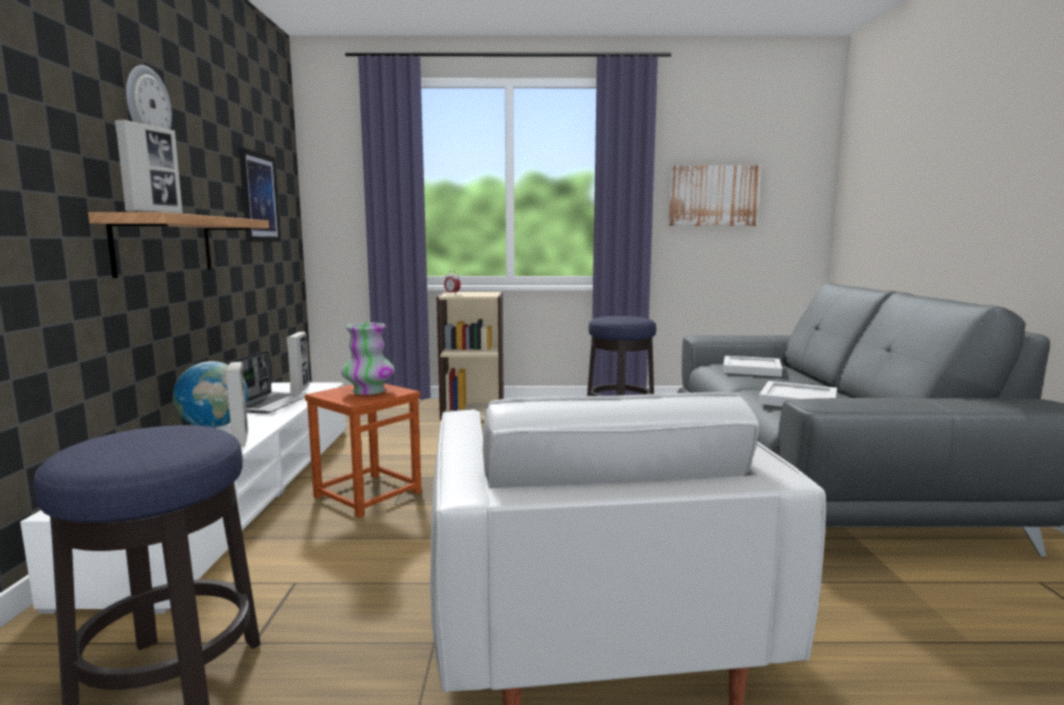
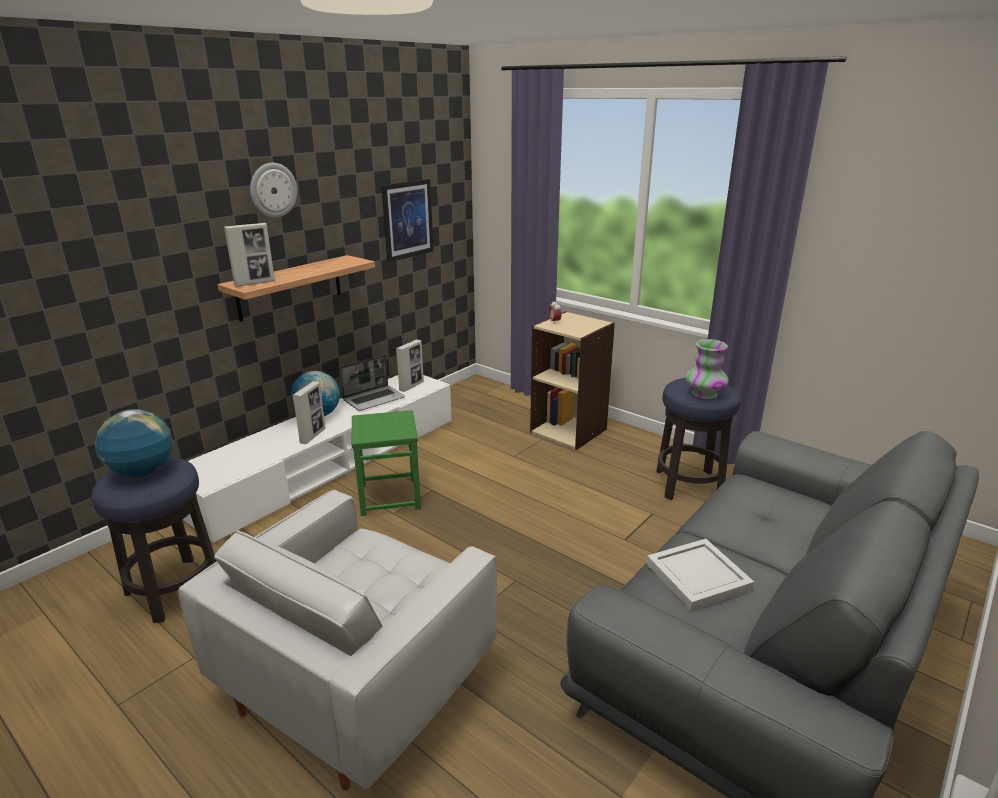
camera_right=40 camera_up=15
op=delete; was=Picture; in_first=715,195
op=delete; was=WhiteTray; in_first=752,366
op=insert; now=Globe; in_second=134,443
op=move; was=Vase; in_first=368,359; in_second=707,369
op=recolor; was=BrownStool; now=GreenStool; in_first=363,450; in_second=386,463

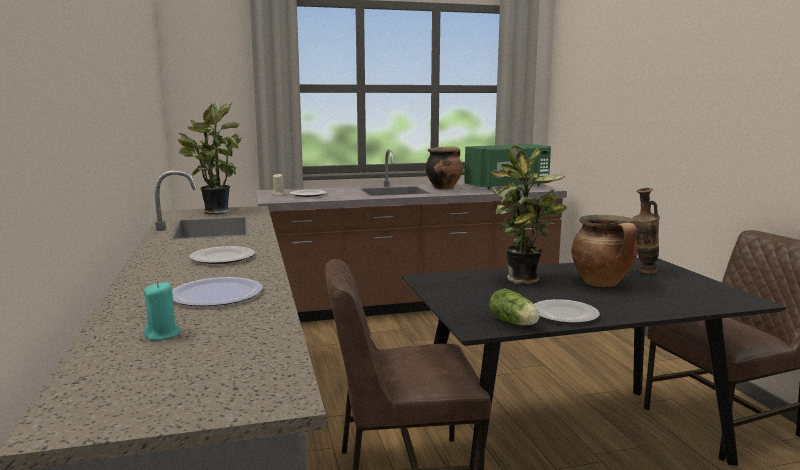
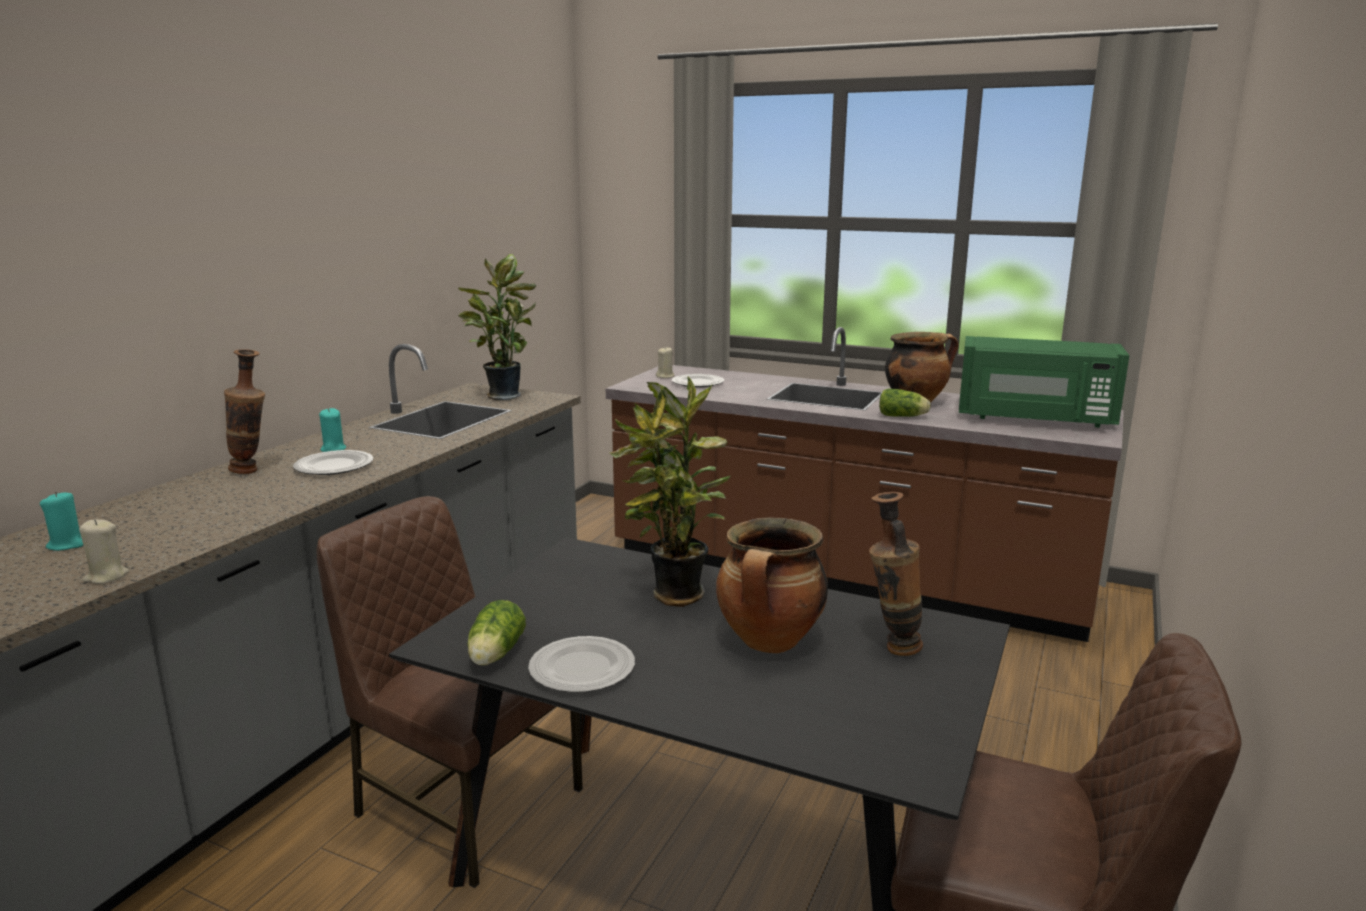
camera_right=40 camera_up=5
op=delete; was=Plate; in_first=217,291
op=insert; now=BeigeCandle; in_second=104,551
op=insert; now=Vase; in_second=244,411
op=insert; now=TurquoiseCandle; in_second=332,430
op=insert; now=Lettuce; in_second=905,402

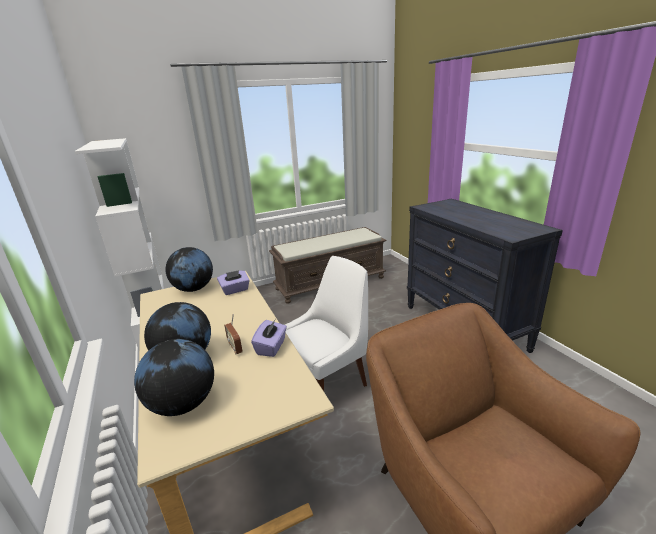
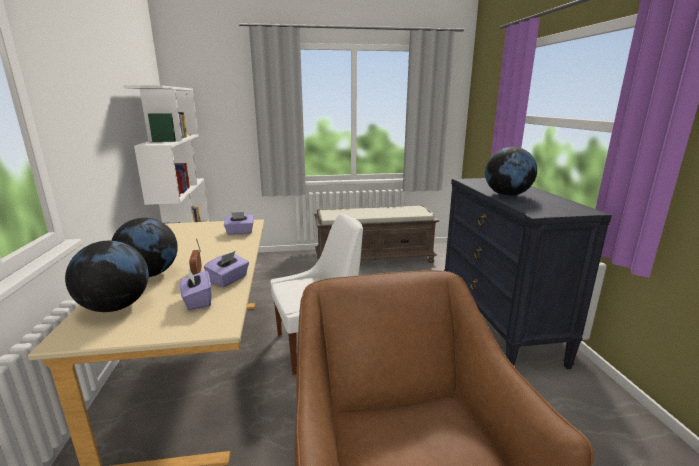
camera_right=15 camera_up=-5
op=insert; now=PurpleTissueBox; in_second=195,289
op=move; was=Globe; in_first=189,269; in_second=511,171

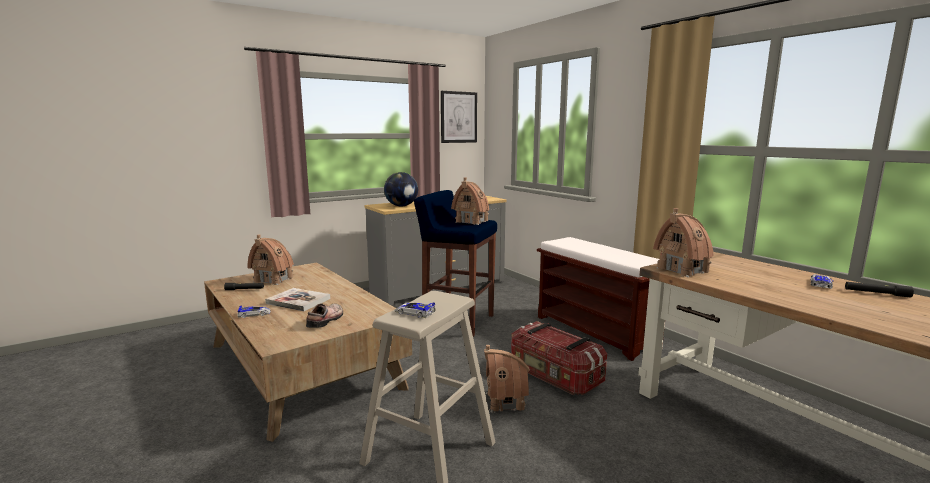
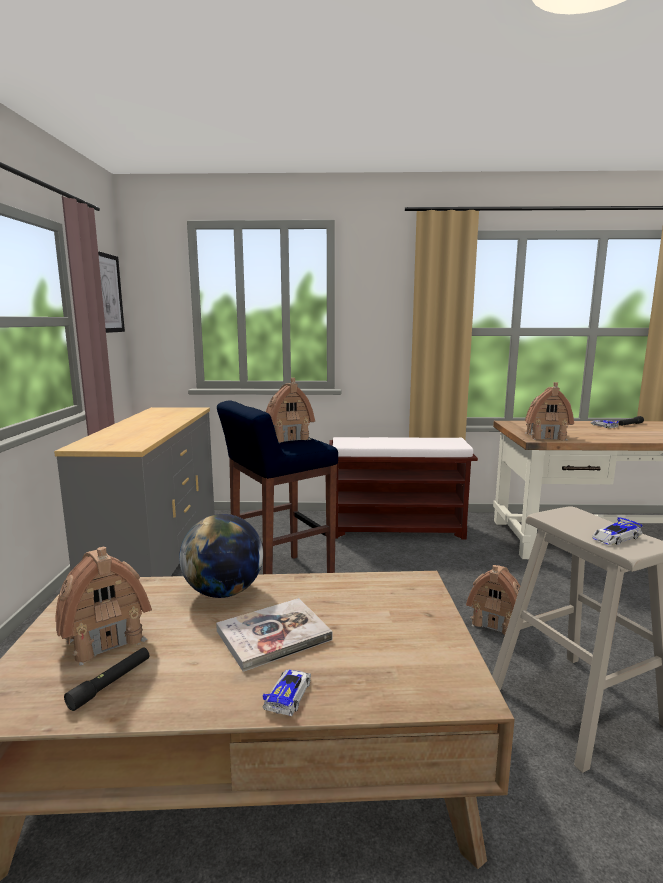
camera_right=-55 camera_up=0
op=delete; was=Shoe; in_first=324,315
op=delete; was=StorageBox; in_first=559,358
op=move; was=Globe; in_first=401,189; in_second=221,556

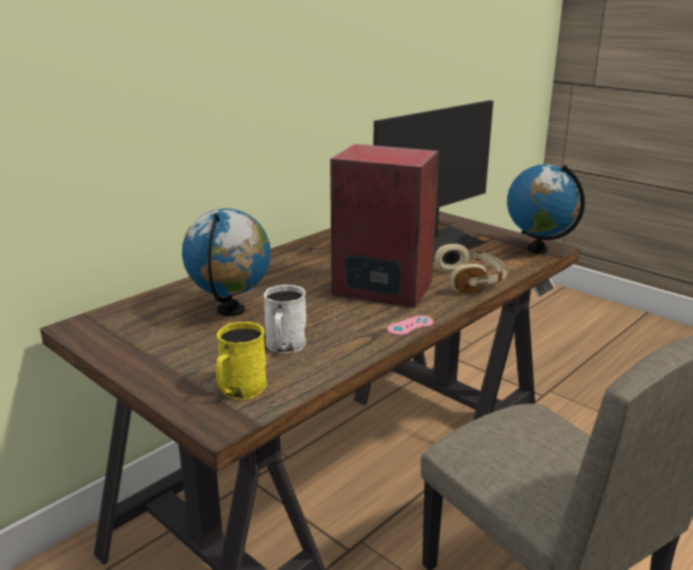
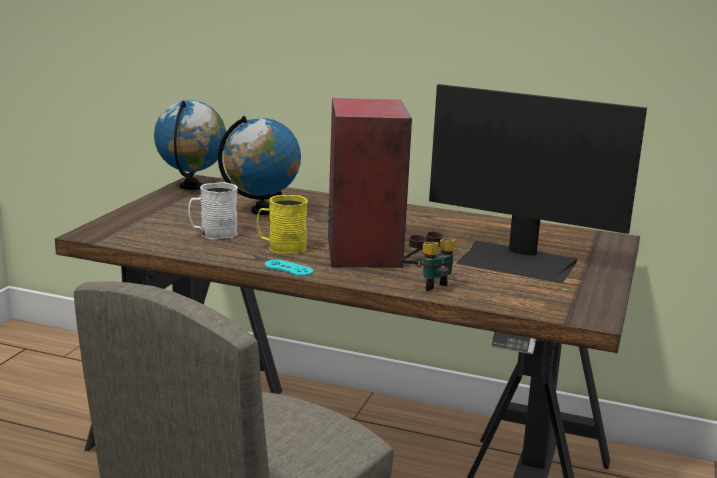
camera_right=65 camera_up=-5
op=move; was=YellowMug; in_first=241,360; in_second=282,224
op=move; was=Globe; in_first=546,209; in_second=190,145
op=replace; was=BeigeHeadphones; now=Binoculars; in_first=470,269; in_second=428,261
op=recolor; was=PinkGameController; now=TurquoiseGameController; in_first=410,325; in_second=289,268

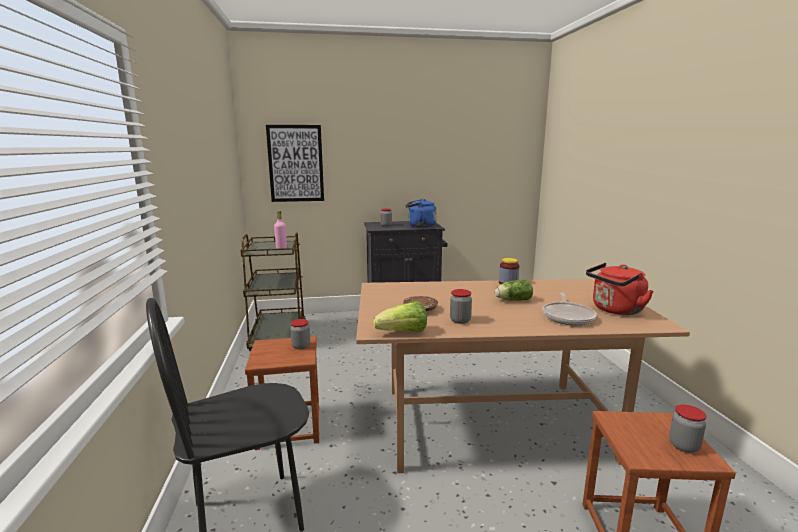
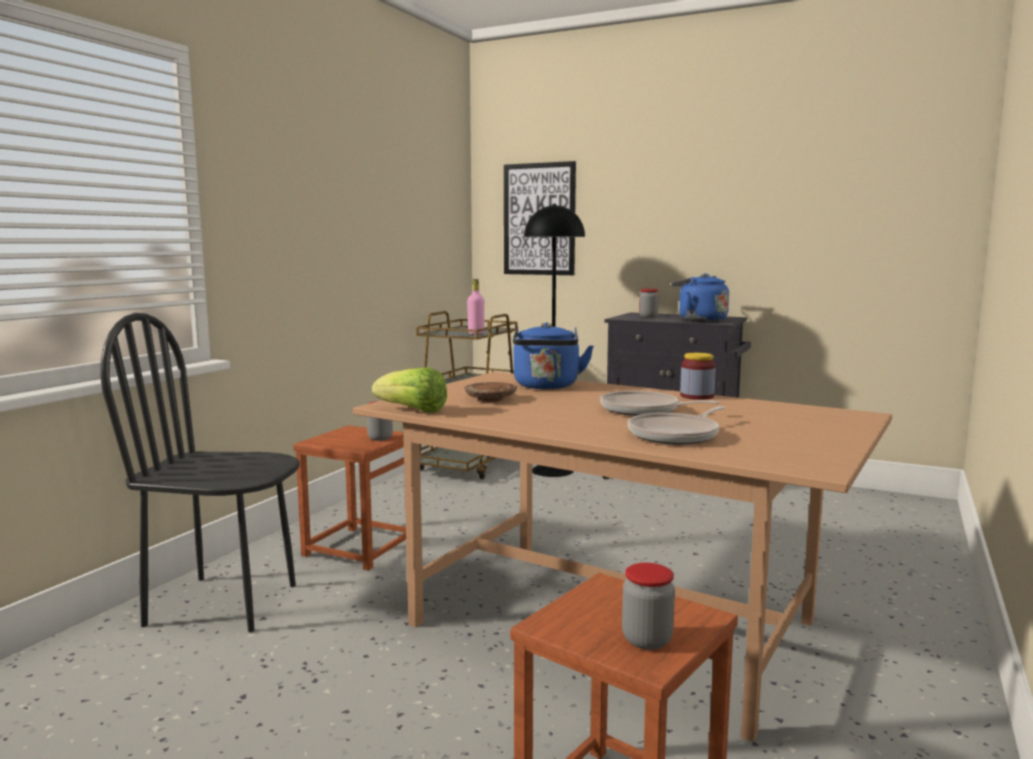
camera_right=35 camera_up=-5
op=delete; was=Jar; in_first=461,306
op=delete; was=RedKettle; in_first=620,289
op=insert; now=BlueKettle; in_second=553,355
op=insert; now=BlackFloorLamp; in_second=554,340
op=replace; was=Lettuce; now=FryingPan; in_first=514,290; in_second=660,403

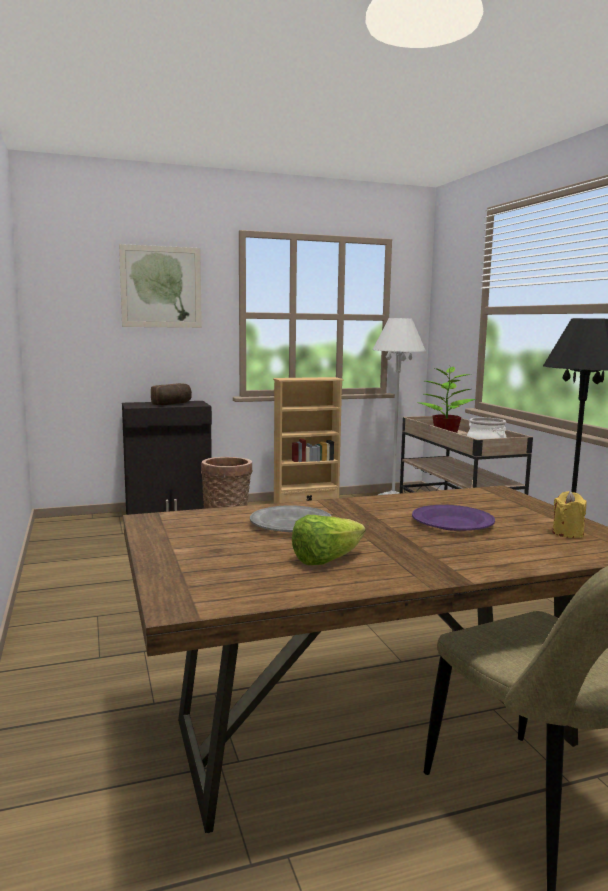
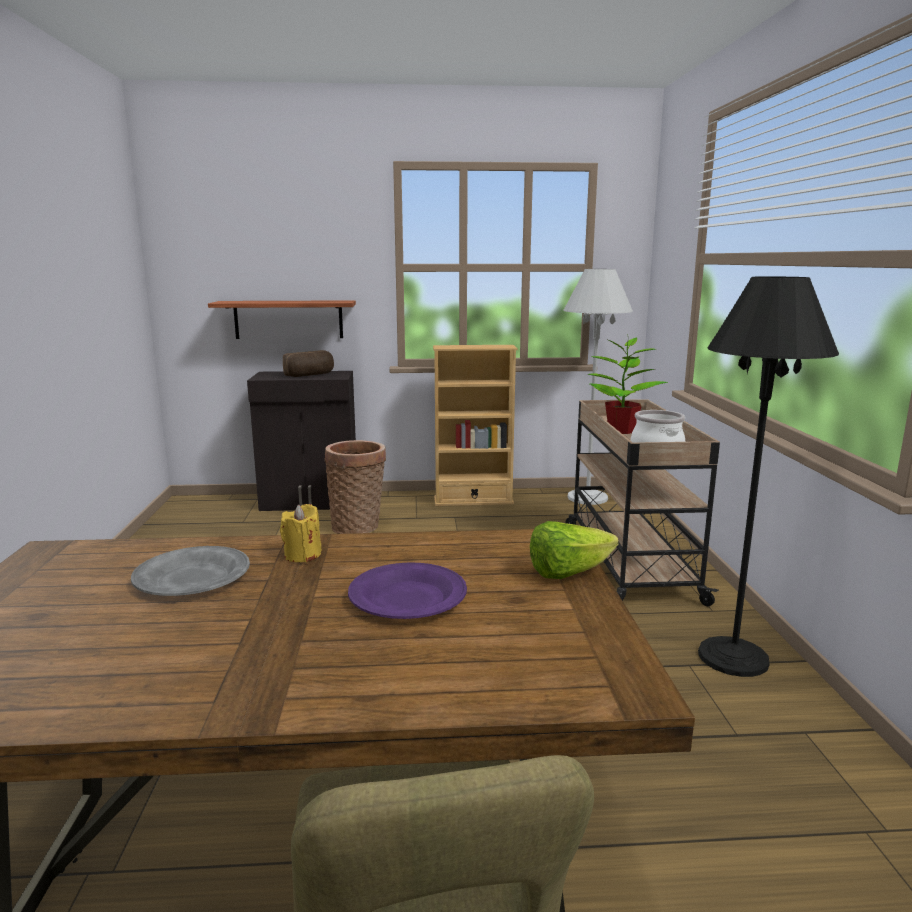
camera_right=15 camera_up=5
op=delete; was=Picture; in_first=160,286
op=insert; now=Shelf; in_second=282,319
op=move; was=Lettuce; in_first=329,540; in_second=574,550
op=move; was=YellowCandle; in_first=569,514; in_second=301,533

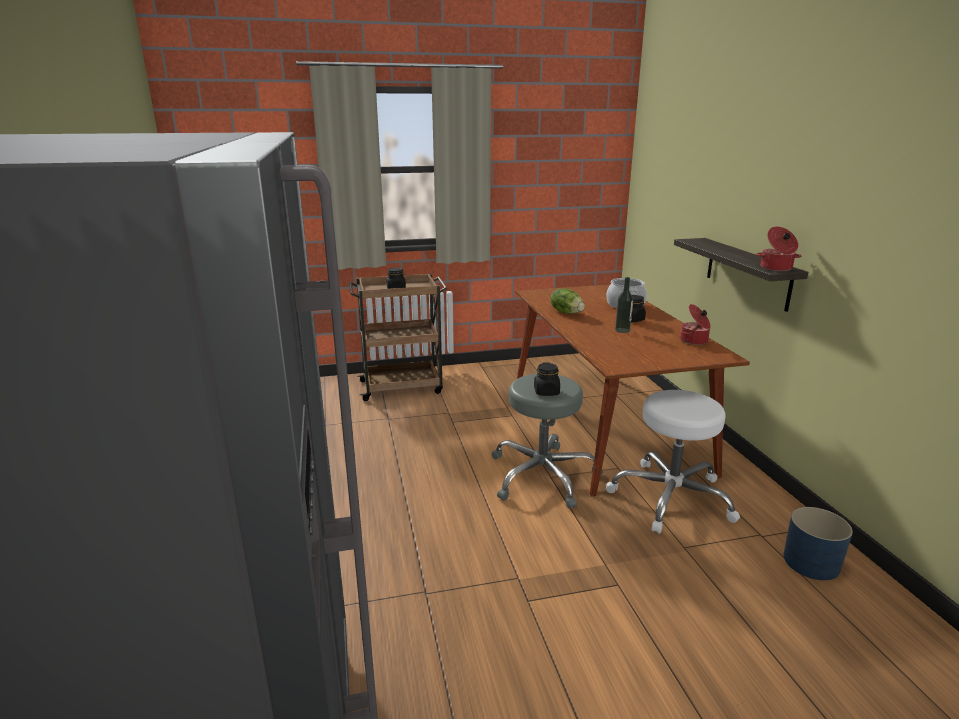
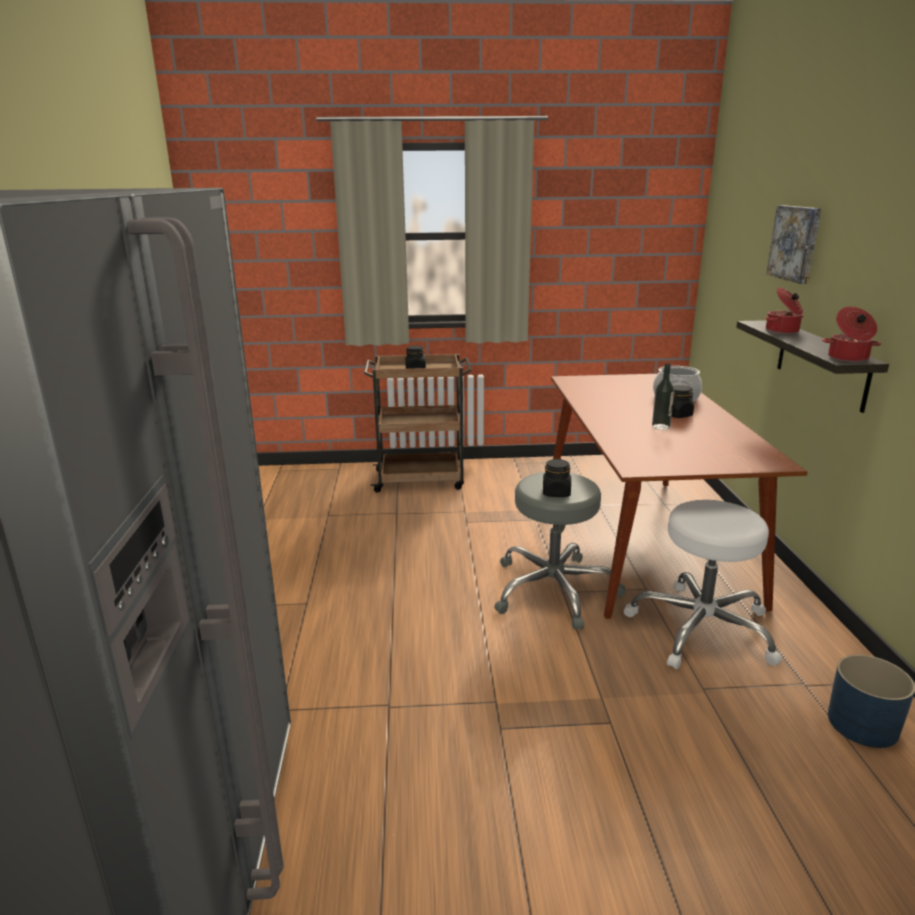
camera_right=10 camera_up=0
op=delete; was=Lettuce; in_first=568,301
op=insert; now=Picture; in_second=793,244
op=move; was=CookingPot; in_first=695,324; in_second=785,310

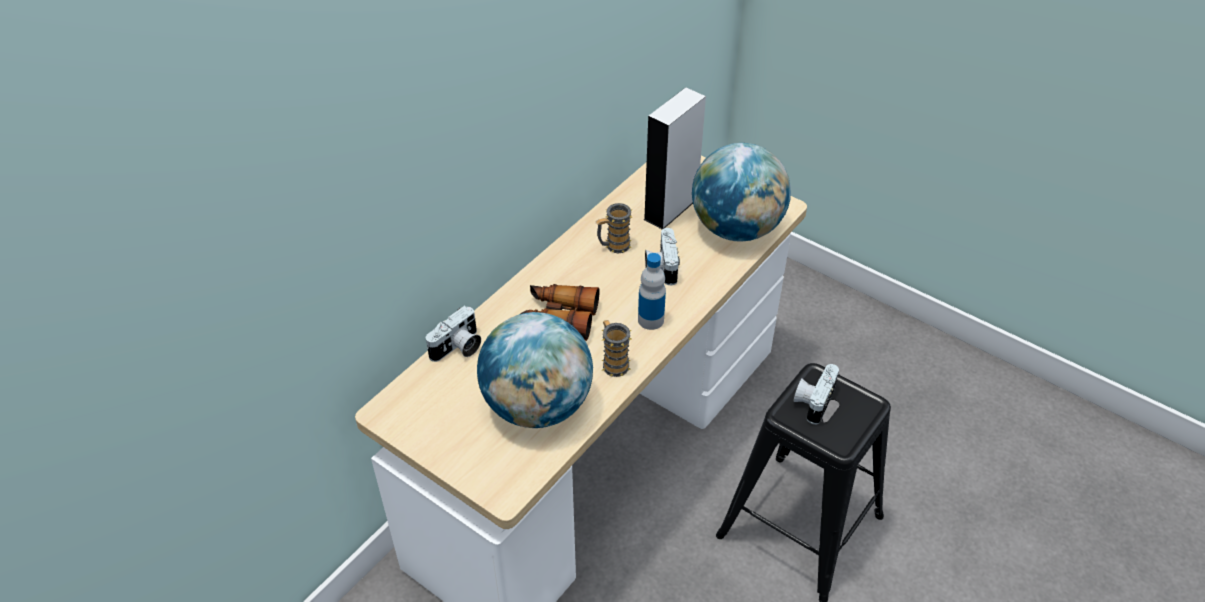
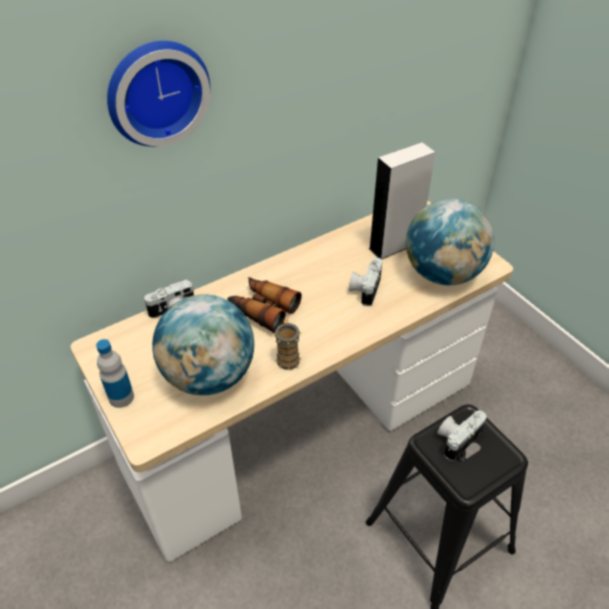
camera_right=20 camera_up=0
op=delete; was=Mug; in_first=614,228
op=insert; now=WallClock; in_second=158,94
op=move; was=Bottle; in_first=652,291; in_second=115,373

